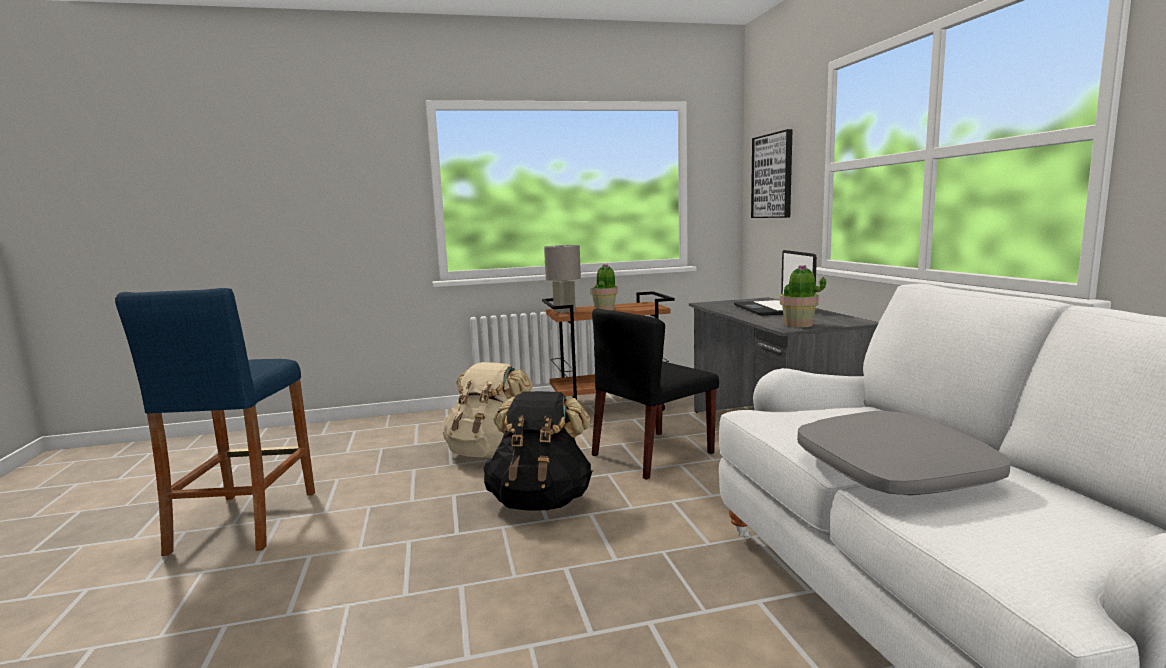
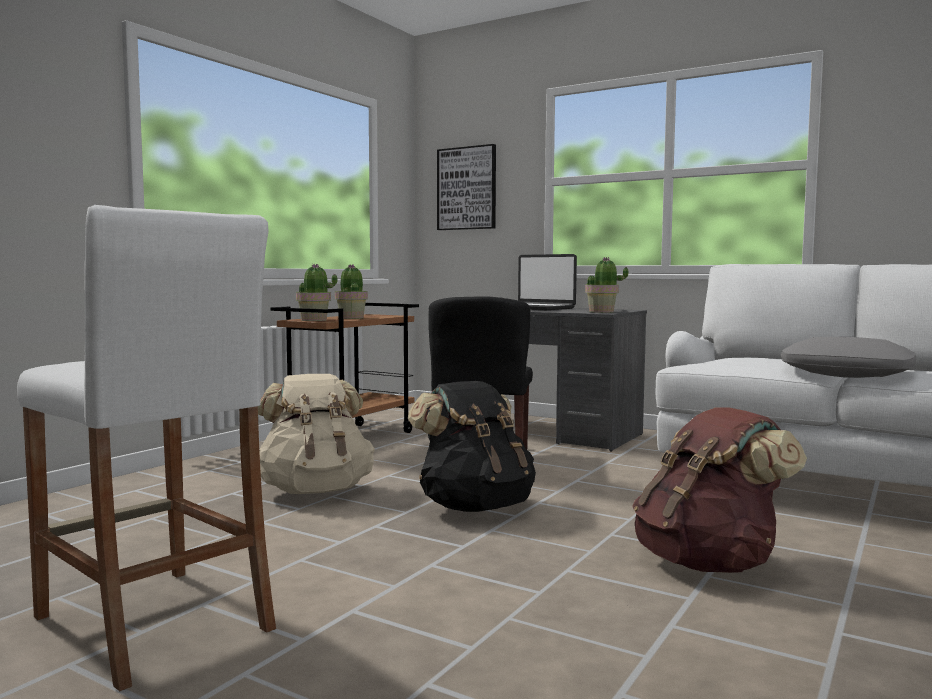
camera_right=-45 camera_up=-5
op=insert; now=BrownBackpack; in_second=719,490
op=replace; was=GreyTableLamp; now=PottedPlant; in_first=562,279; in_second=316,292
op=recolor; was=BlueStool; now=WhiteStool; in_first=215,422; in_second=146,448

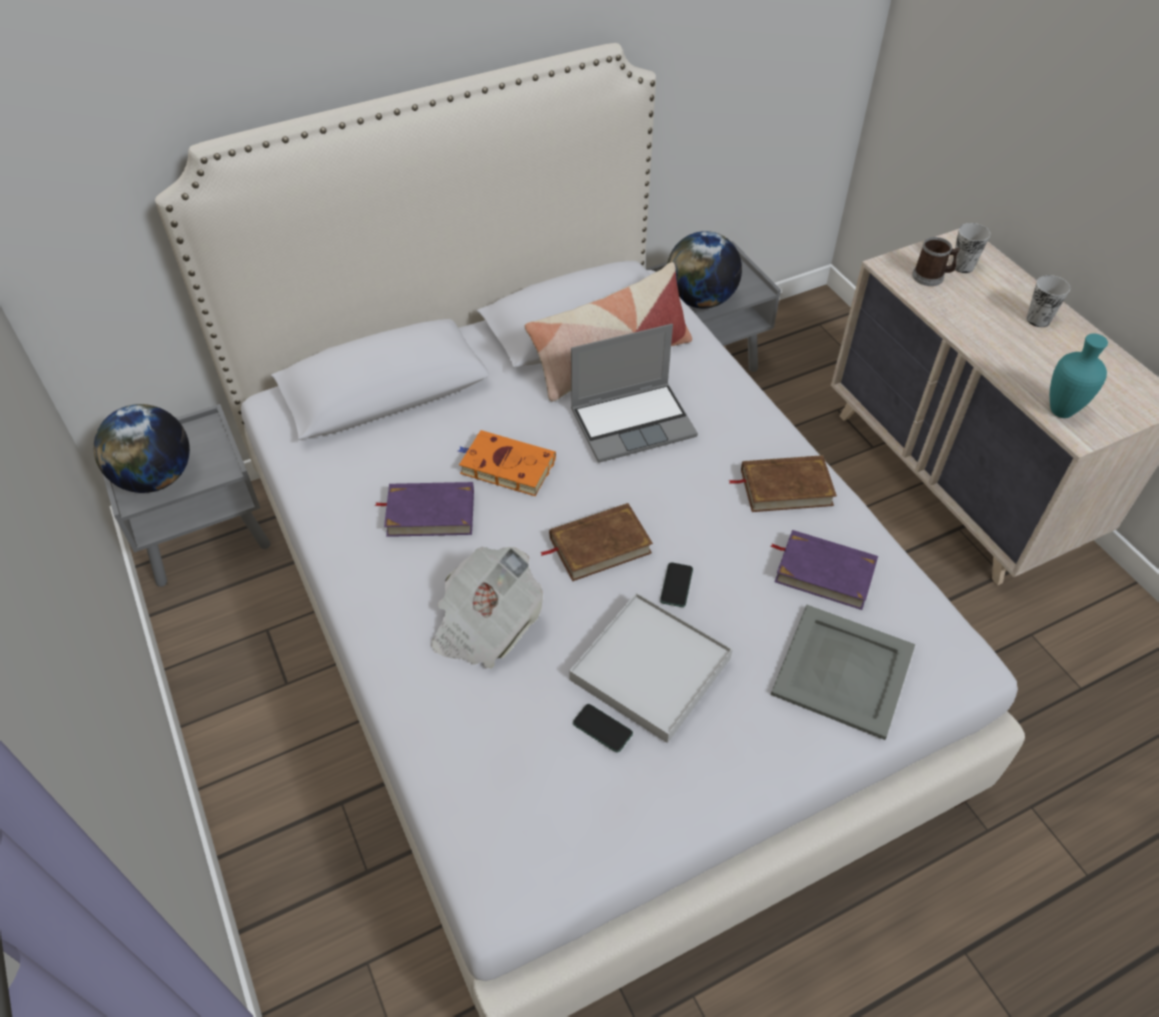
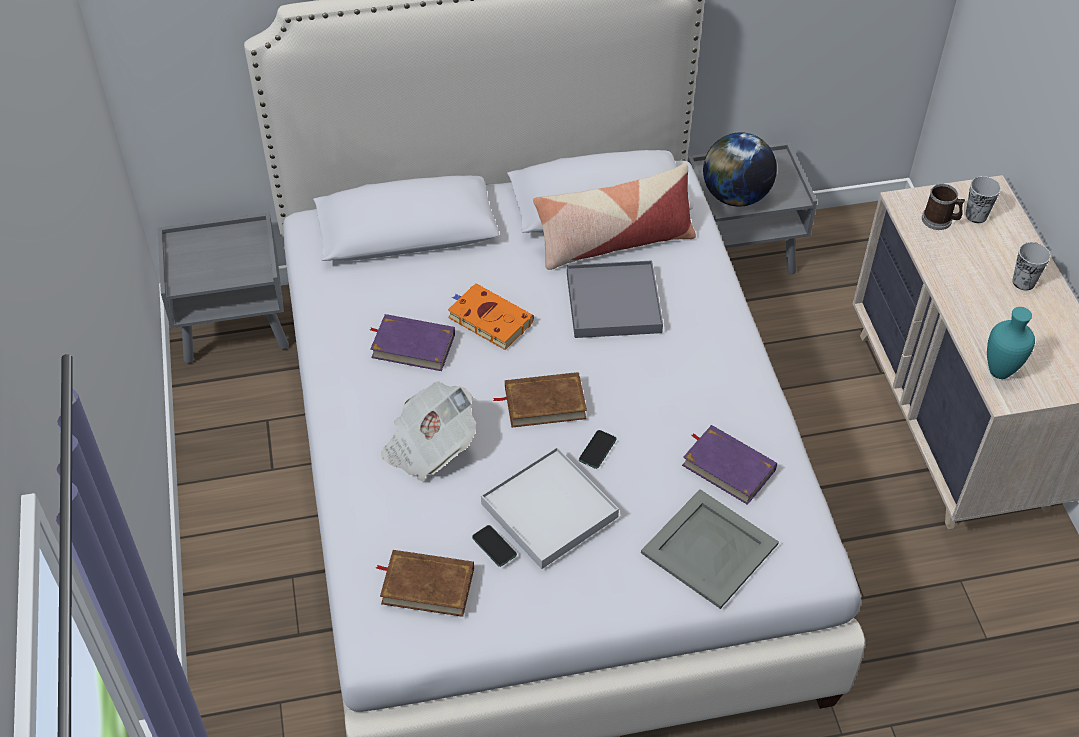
camera_right=15 camera_up=0
op=delete; was=Globe; in_first=142,448
op=move; was=BrownBook; in_first=783,483; in_second=425,583
op=replace; was=Laptop; now=GreyTray; in_first=634,393; in_second=615,299

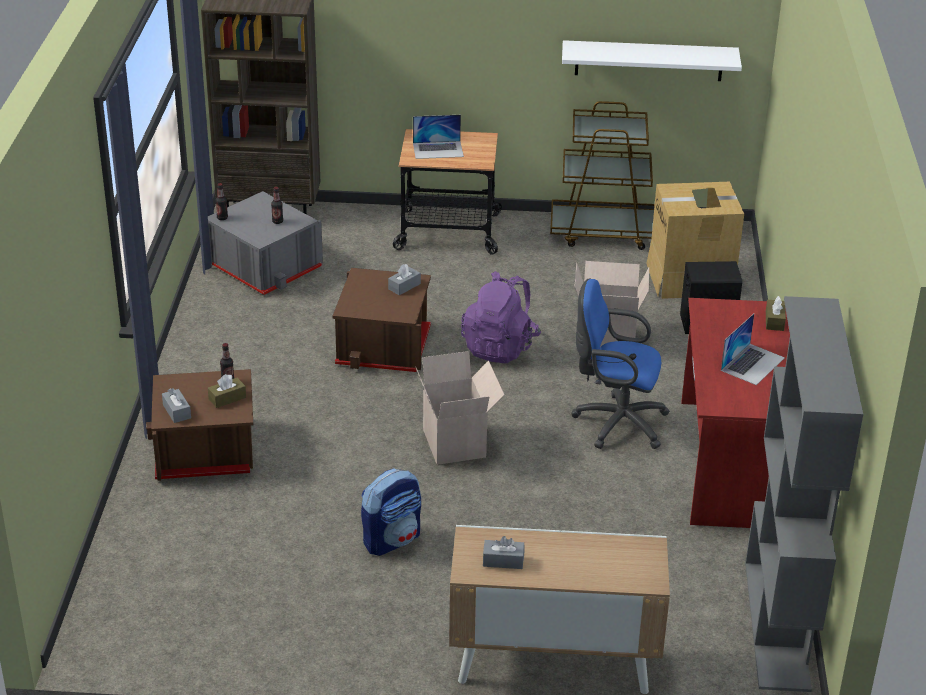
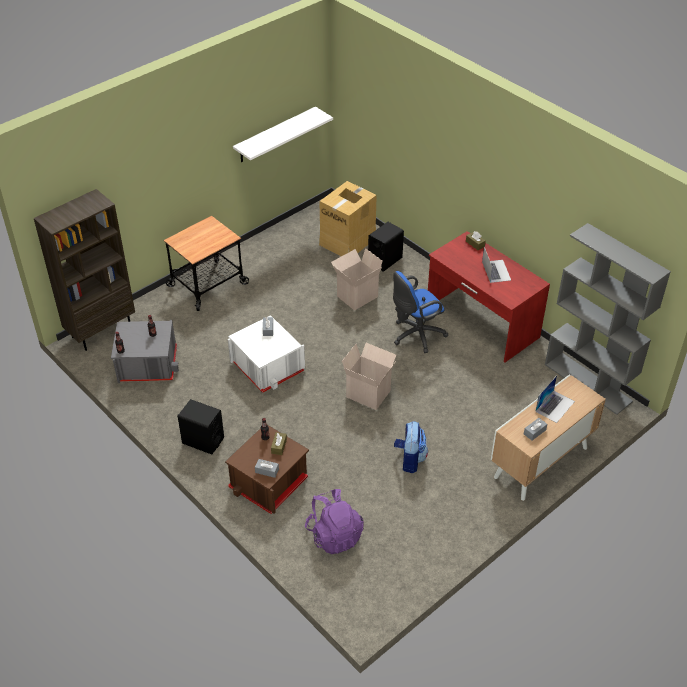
camera_right=-45 camera_up=10
op=delete; was=BrownCart; in_first=602,175
op=insert; now=BlackSpeaker; in_second=200,427
op=move; was=Laptop; in_first=438,137; in_second=555,399
op=move; was=PurpleBackpack; in_first=501,317; in_second=334,521
op=recolor; was=BrownStorageBox; now=WhiteStorageBox; in_first=382,320; in_second=266,354

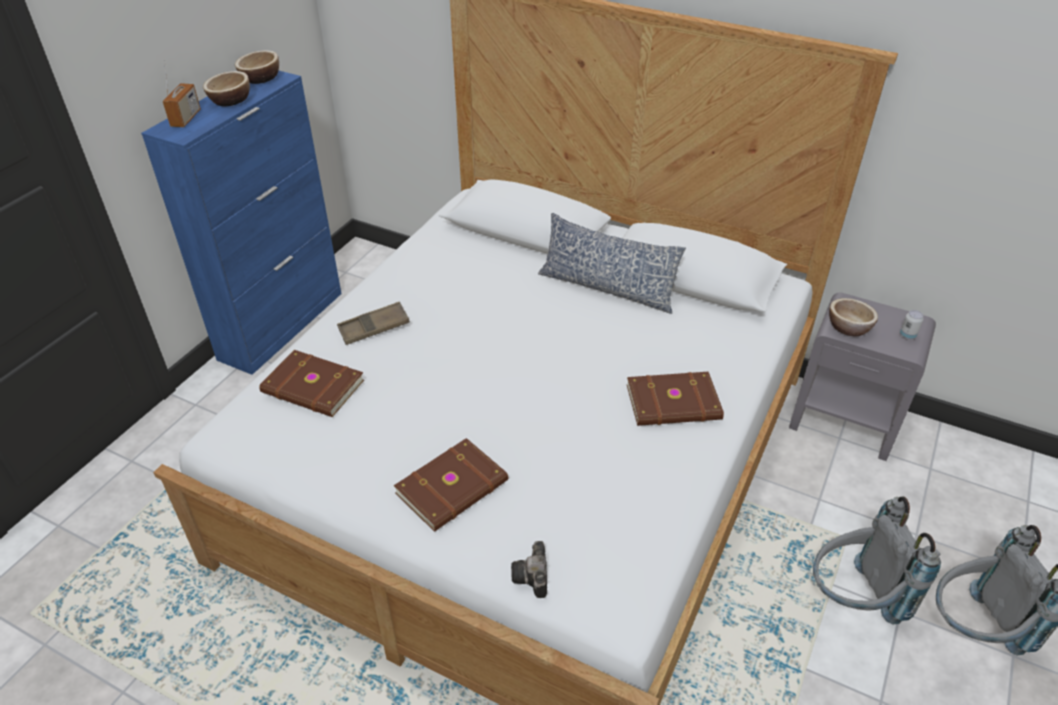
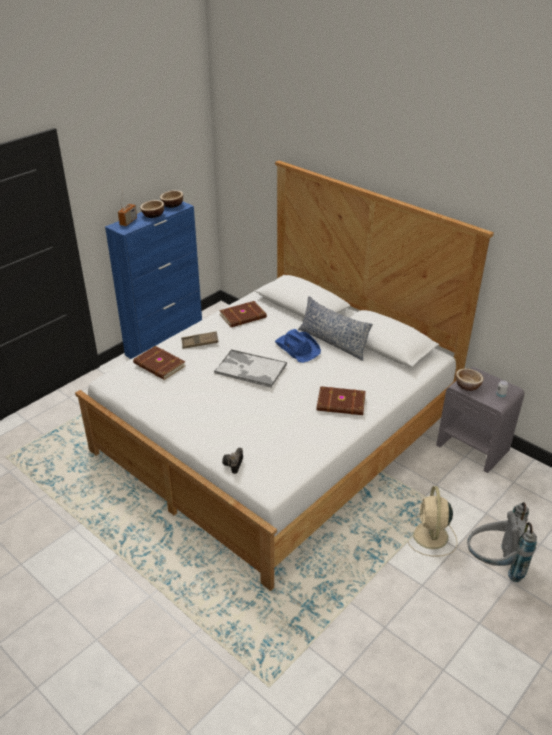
camera_right=15 camera_up=-5
op=insert; now=Tray; in_second=250,368
op=insert; now=BlueHat; in_second=298,346
op=move; was=BrownBook; in_first=451,485; in_second=243,314
op=replace; was=GreyBackpack; now=BeigeFan; in_first=877,560; in_second=433,521

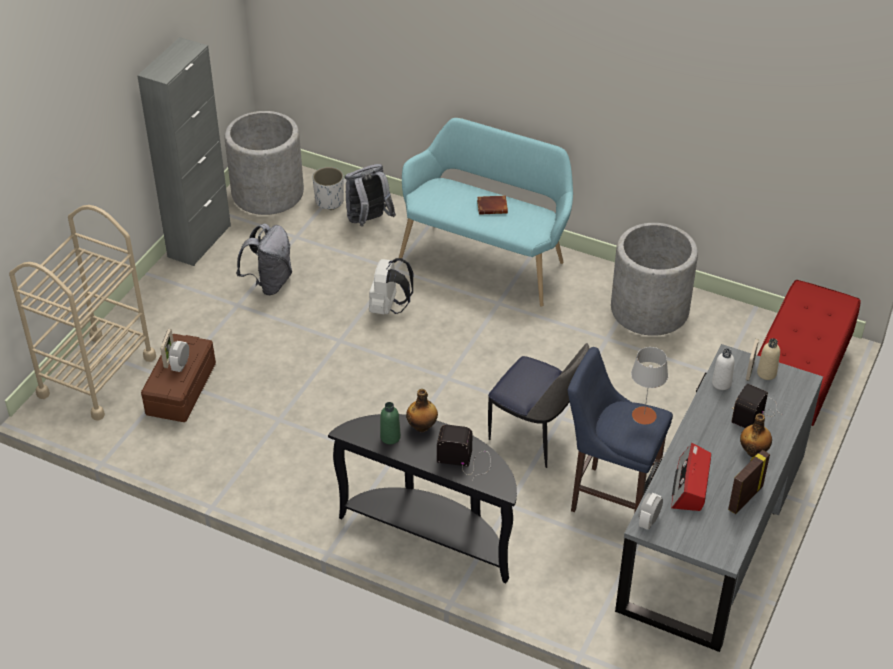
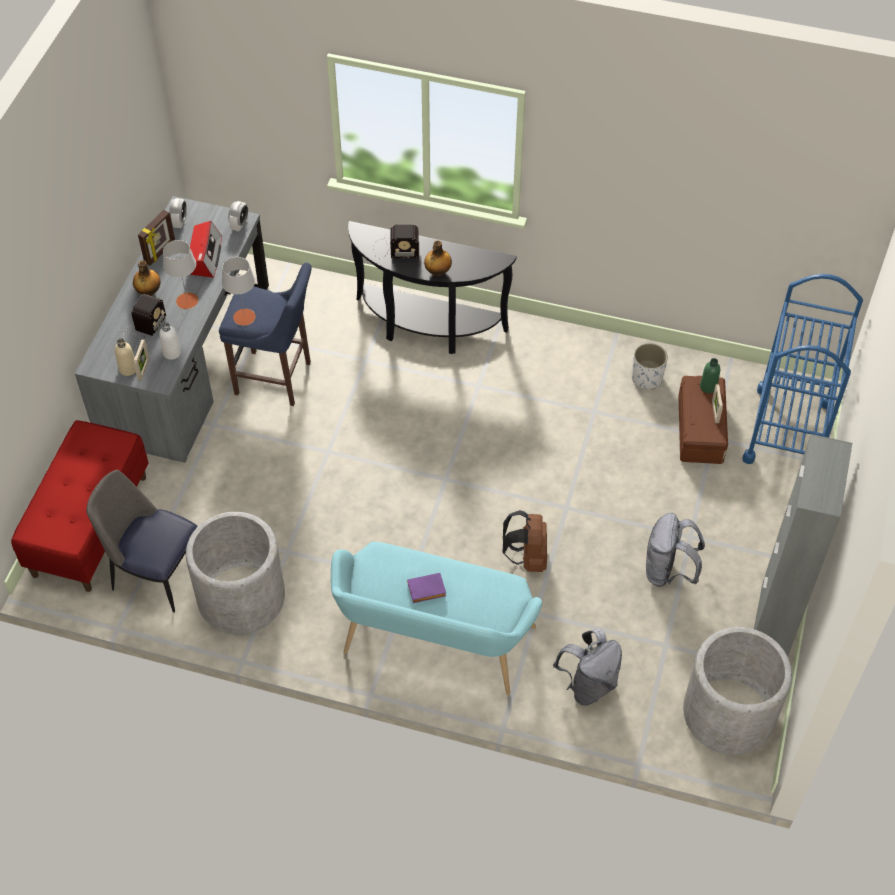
camera_right=170 camera_up=10
op=insert; now=GreyTableLamp; in_second=180,274
op=move; was=AlarmClock; in_first=178,356; in_second=178,213
op=move; was=WhitePlanter; in_first=328,188; in_second=650,366
op=move; was=GreenBottle; in_first=390,423; in_second=710,375
op=move; was=Chair; in_first=538,405; in_second=142,541
op=recolor; was=BeigeCart; now=BlueCart; in_first=82,313; in_second=802,369
op=recolor; was=WhiteBackpack; now=BrownBackpack; in_first=391,286; in_second=525,541
op=recolor; was=BrownBook; now=PurpleBook; in_first=492,205; in_second=426,588

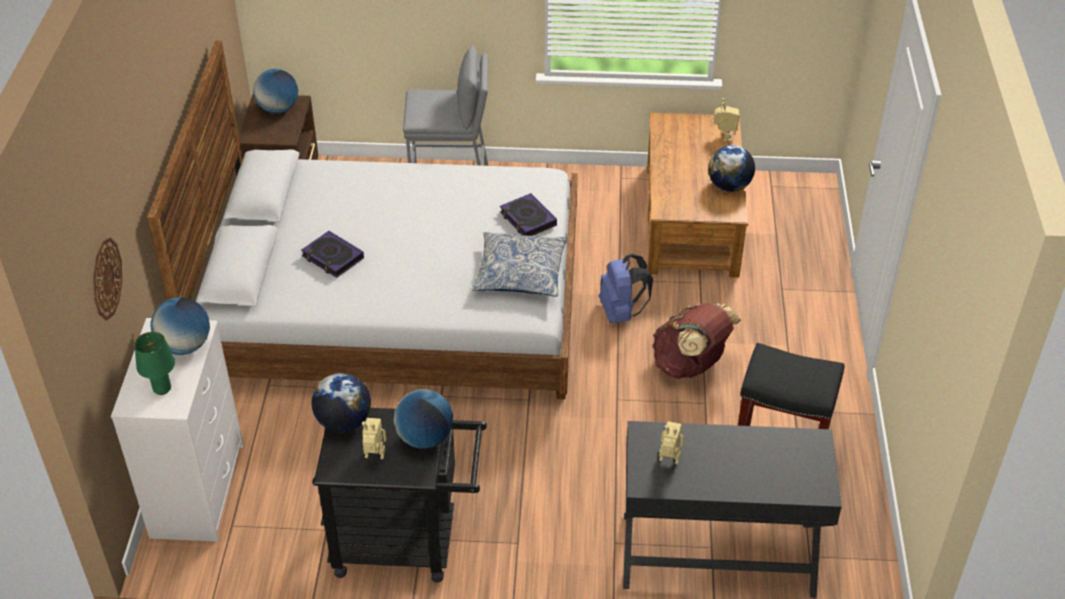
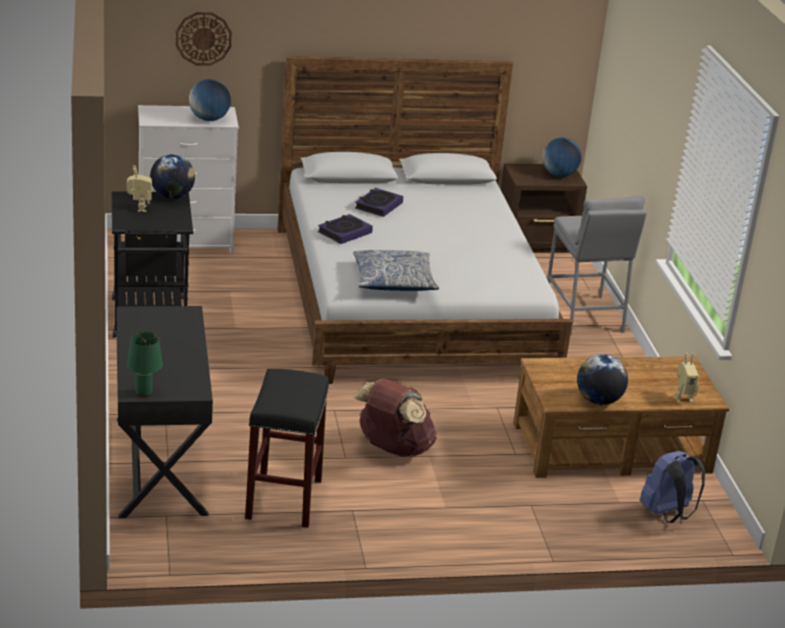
camera_right=75 camera_up=-15
op=delete; was=Globe; in_first=423,418
op=delete; was=ToyRobot; in_first=671,442
op=move; was=GreenTableLamp; in_first=154,363; in_second=145,364
op=move; was=Book; in_first=528,214; in_second=345,229
op=move; was=BlueBackpack; in_first=626,288; in_second=672,487

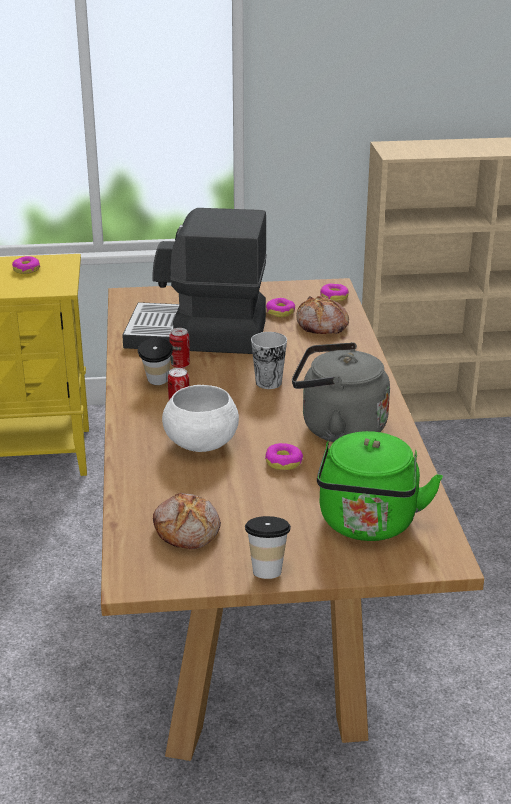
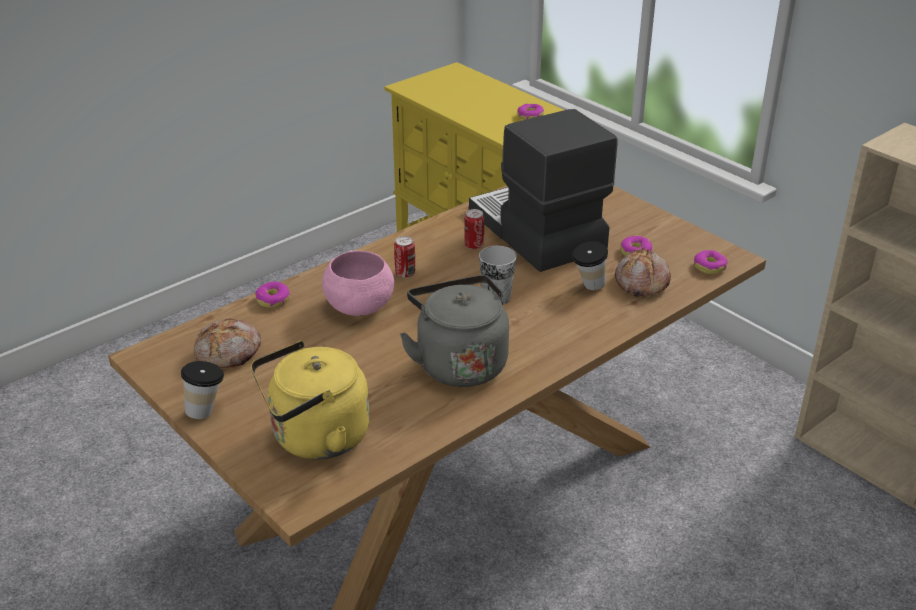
camera_right=55 camera_up=5
op=move; was=Cup; in_first=155,361; in_second=590,265
op=move; was=Donut; in_first=284,456; in_second=273,295
op=recolor; was=WhiteBowl; now=PinkBowl; in_first=200,418; in_second=358,283
op=recolor; was=GreenKettle; now=YellowKettle; in_first=380,486; in_second=310,400

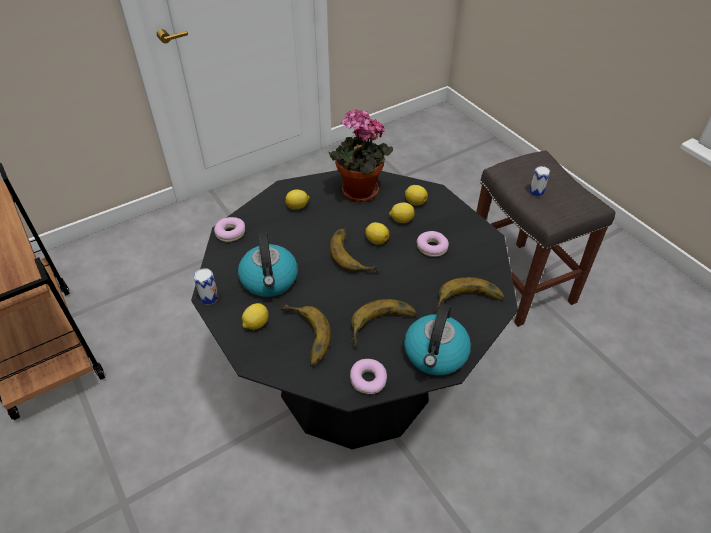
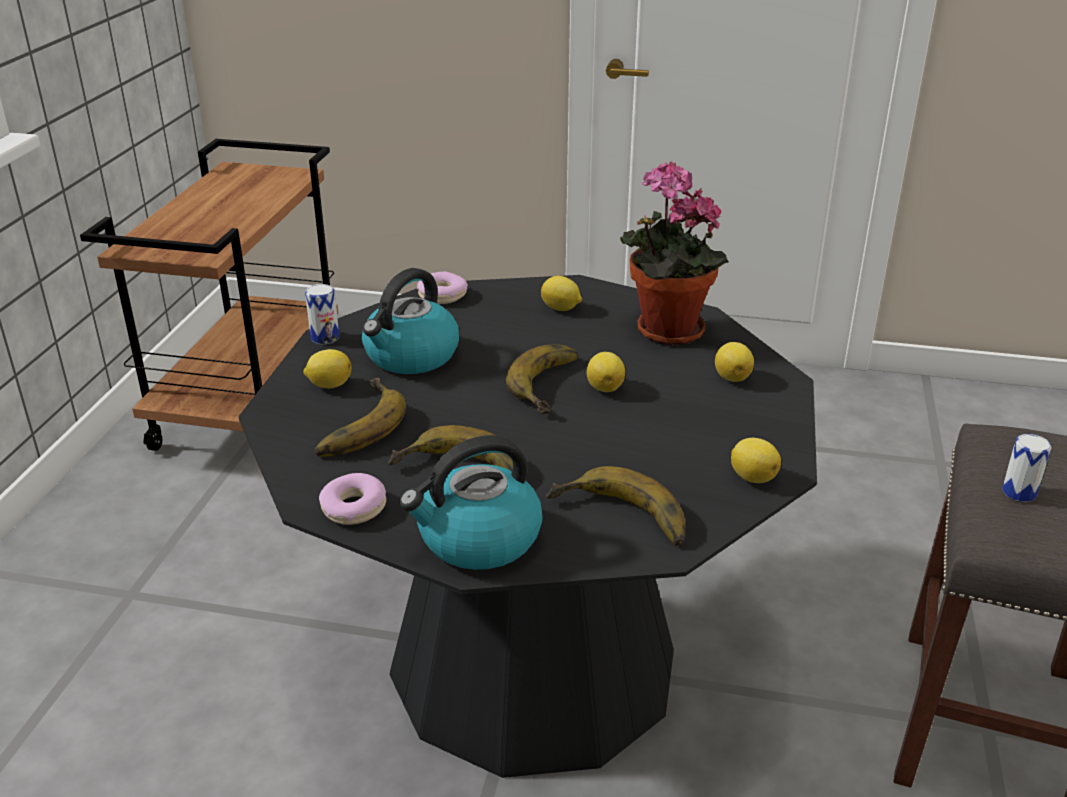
camera_right=45 camera_up=-15
op=delete; was=Donut; in_first=433,244
op=move; was=Lemon; in_first=402,212; in_second=756,460

